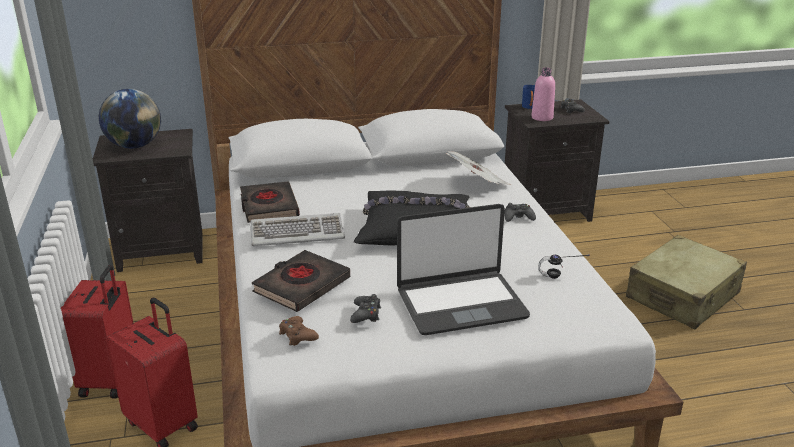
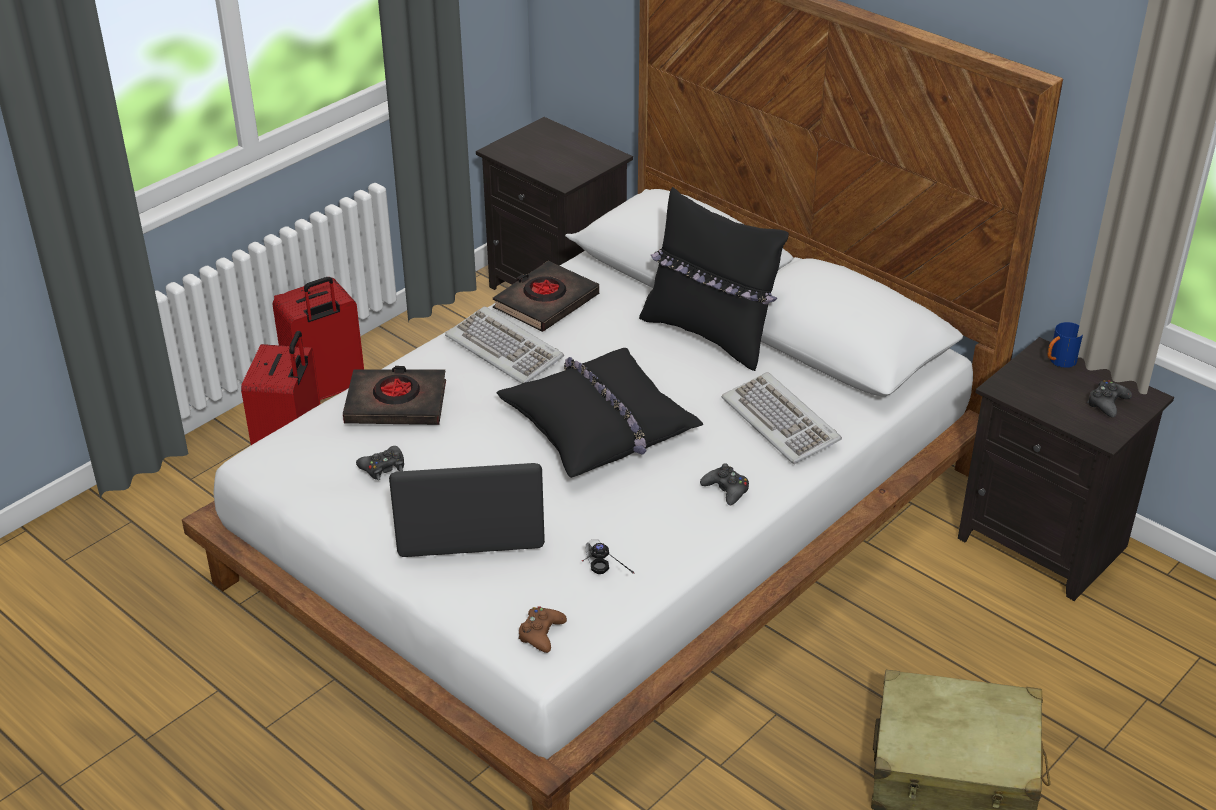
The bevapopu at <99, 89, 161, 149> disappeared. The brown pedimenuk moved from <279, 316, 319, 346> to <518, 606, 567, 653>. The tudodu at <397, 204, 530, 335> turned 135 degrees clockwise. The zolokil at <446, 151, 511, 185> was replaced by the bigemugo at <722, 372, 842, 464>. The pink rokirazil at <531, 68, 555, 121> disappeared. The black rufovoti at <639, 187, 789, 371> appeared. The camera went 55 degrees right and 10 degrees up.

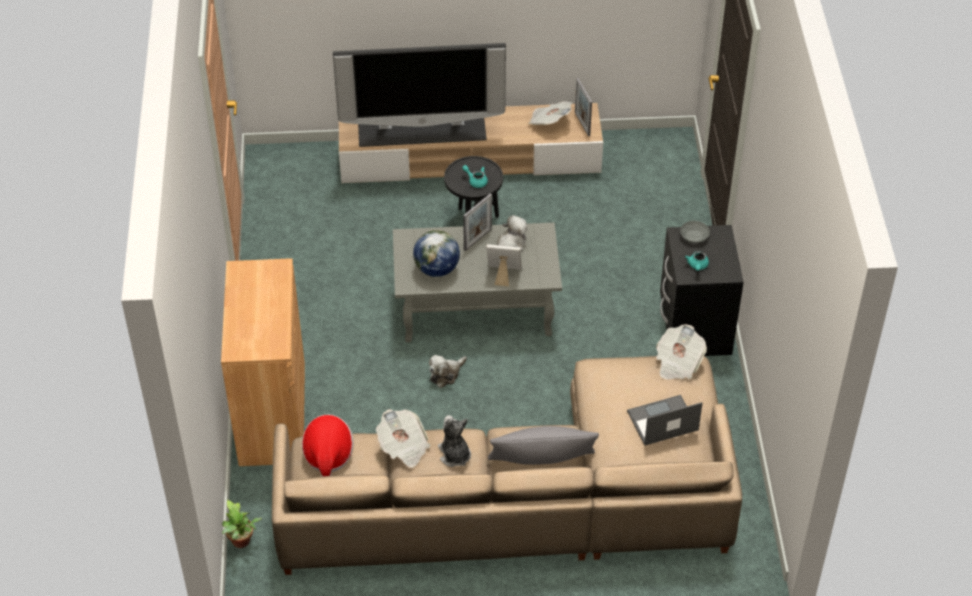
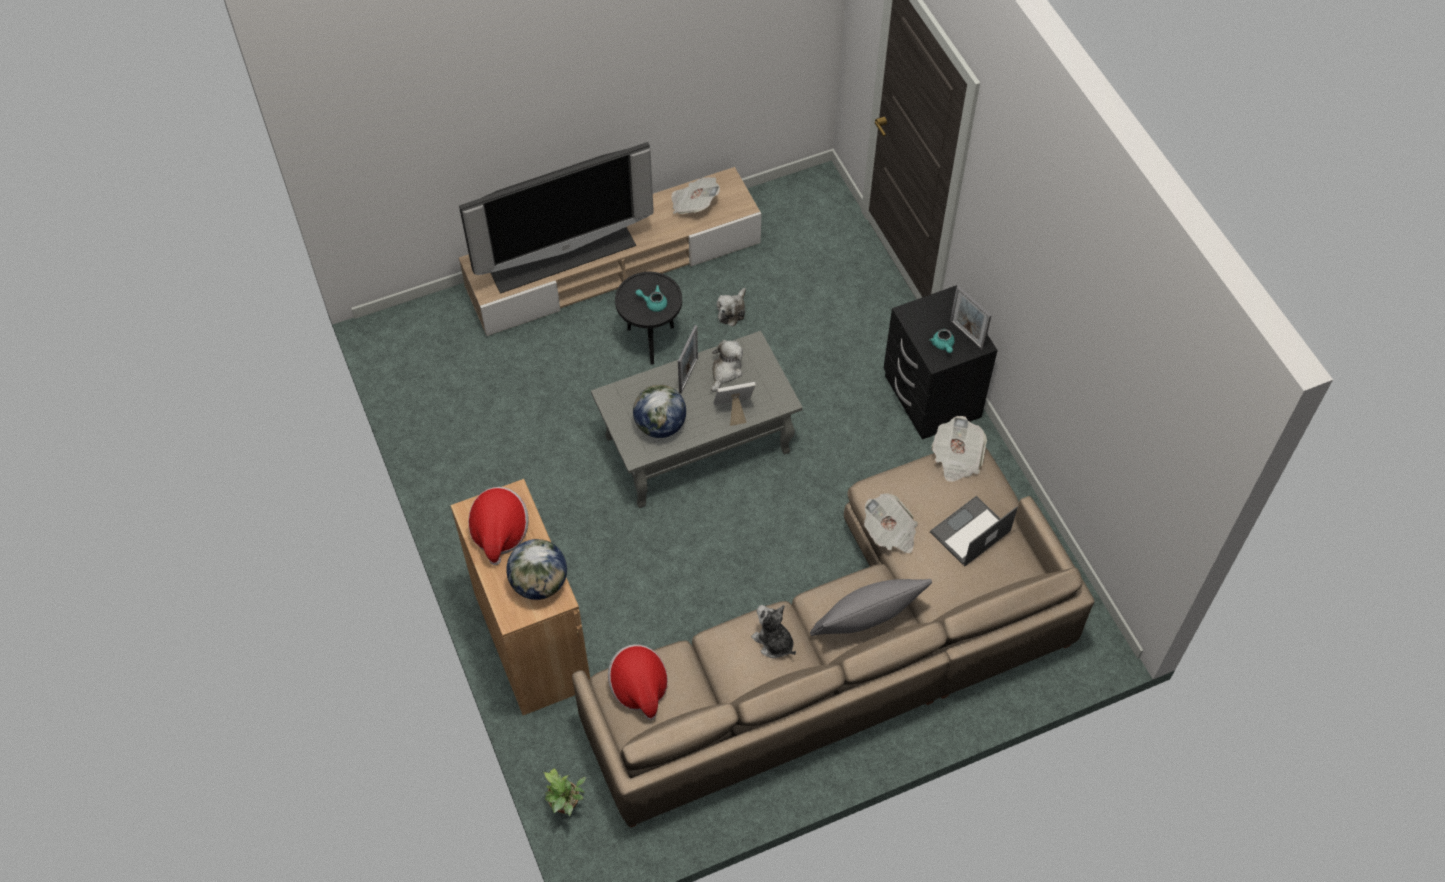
The zolokil moved from <376, 409, 431, 468> to <864, 493, 918, 554>. The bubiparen moved from <429, 355, 467, 388> to <717, 288, 746, 327>. The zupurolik moved from <575, 78, 592, 136> to <950, 286, 991, 350>. The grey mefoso at <680, 221, 710, 243> disappeared. The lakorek at <468, 487, 529, 565> appeared. The bevapopu at <506, 539, 567, 600> appeared. The camera went 20 degrees left and 10 degrees up.

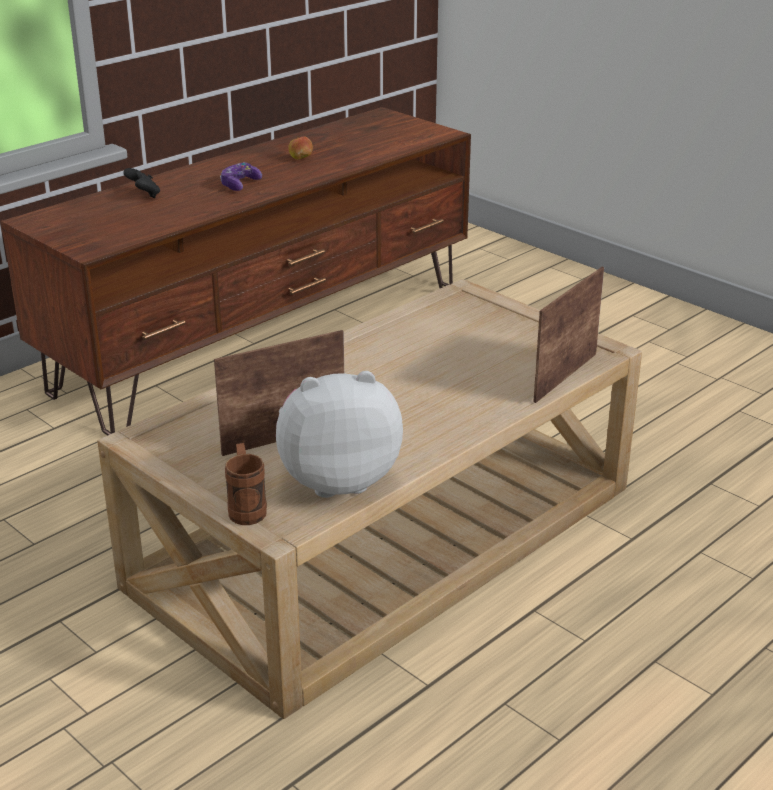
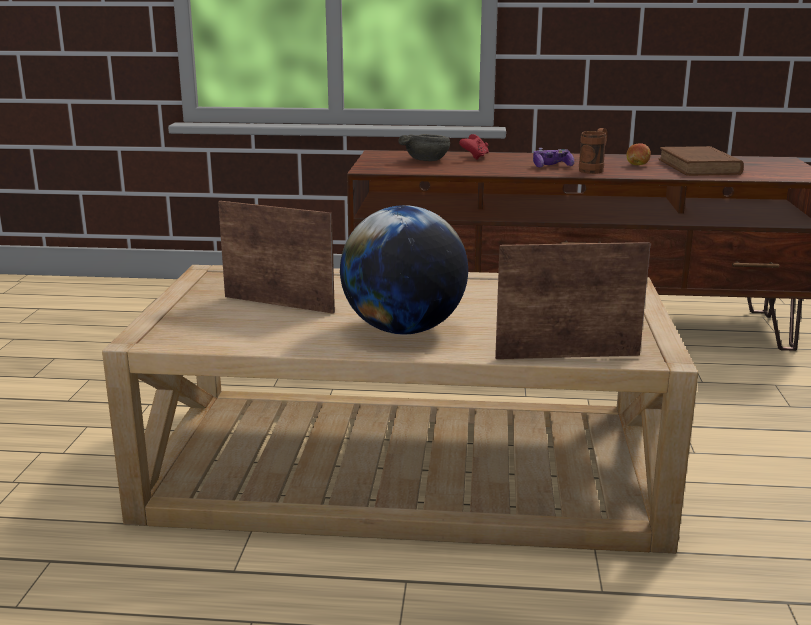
The black pedimenuk at <123, 168, 160, 198> became the red pedimenuk at <459, 134, 489, 160>. The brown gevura moved from <225, 443, 267, 525> to <579, 128, 608, 174>. The bubiparen at <276, 371, 403, 498> disappeared. The bevapopu at <340, 205, 468, 334> appeared. The grey mefoso at <398, 134, 450, 161> appeared. The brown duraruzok at <659, 146, 744, 176> appeared. The camera went 50 degrees right and 10 degrees down.

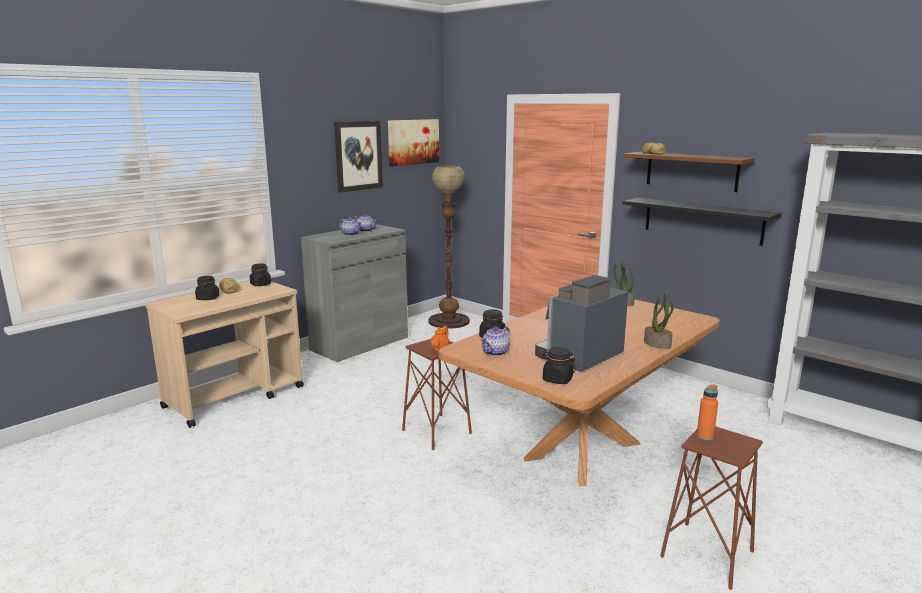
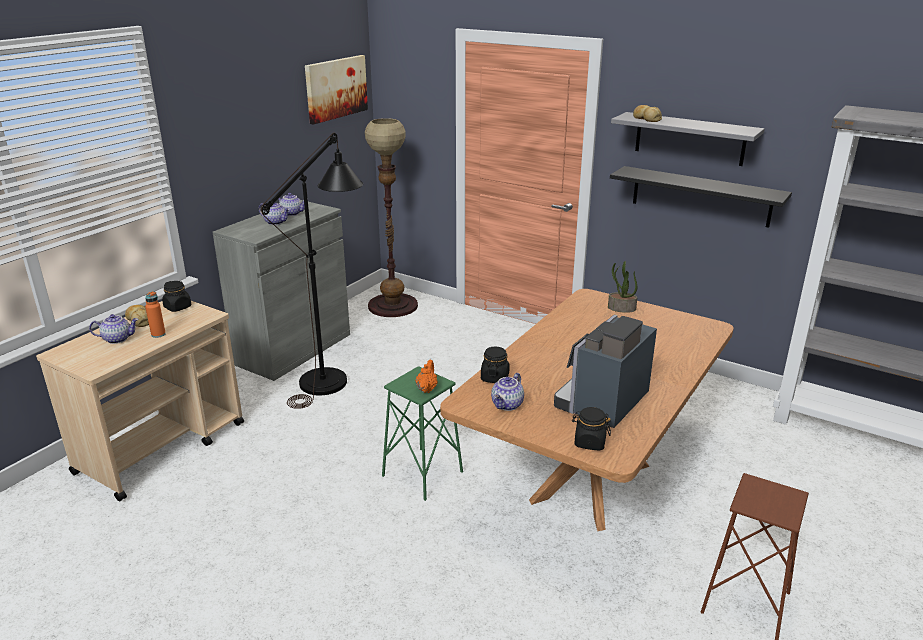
The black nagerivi at <195, 276, 220, 300> was replaced by the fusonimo at <89, 314, 139, 344>. The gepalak at <334, 121, 383, 193> disappeared. The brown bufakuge at <402, 339, 472, 450> became the green bufakuge at <382, 366, 463, 501>. The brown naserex at <623, 152, 755, 192> became the grey naserex at <611, 112, 765, 166>. The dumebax at <644, 294, 673, 349> disappeared. The orange rokirazil moved from <697, 384, 718, 440> to <145, 291, 166, 338>. The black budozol at <261, 133, 363, 409> appeared. The camera went 10 degrees left and 10 degrees up.

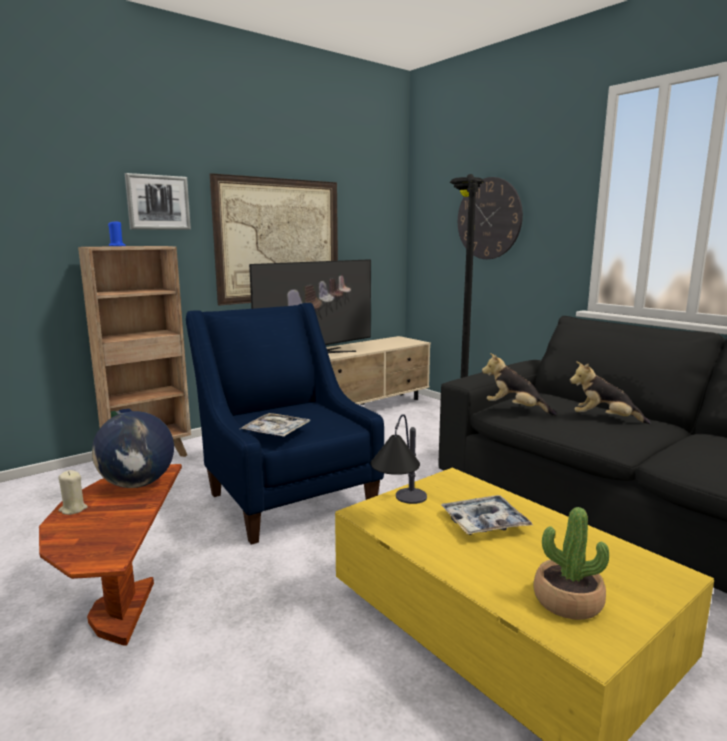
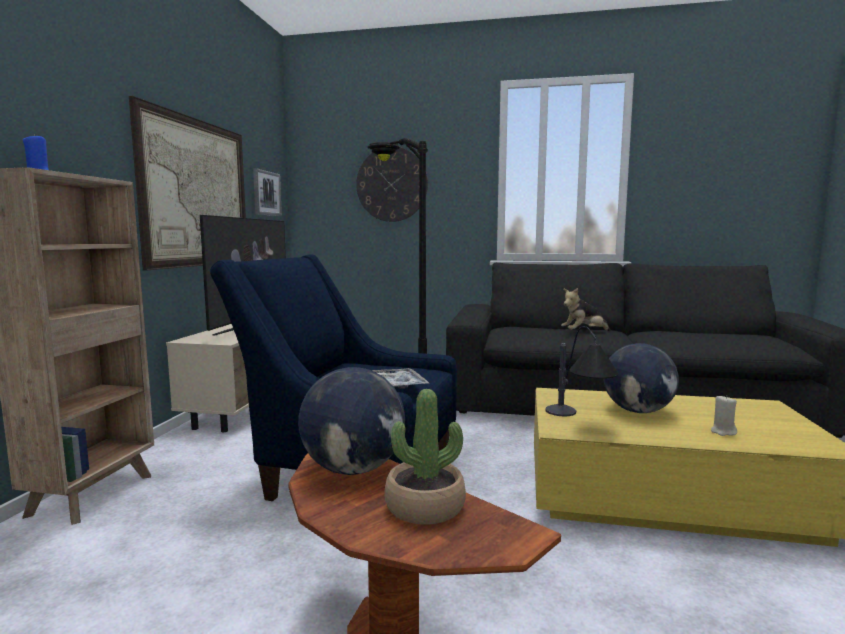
The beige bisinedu moved from <58, 470, 88, 515> to <711, 395, 737, 436>. The gepalak moved from <125, 173, 191, 230> to <253, 168, 282, 216>. The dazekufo at <441, 495, 533, 535> was replaced by the bevapopu at <604, 343, 679, 413>. The bubiparen at <482, 353, 556, 416> disappeared. The dumebax moved from <533, 507, 609, 620> to <384, 389, 466, 525>. The camera went 40 degrees left and 5 degrees down.

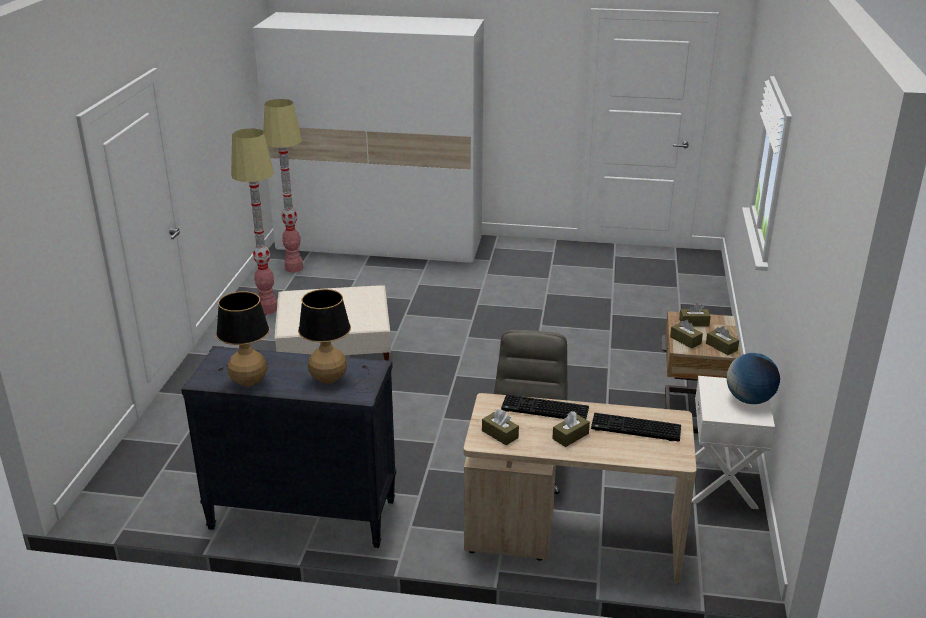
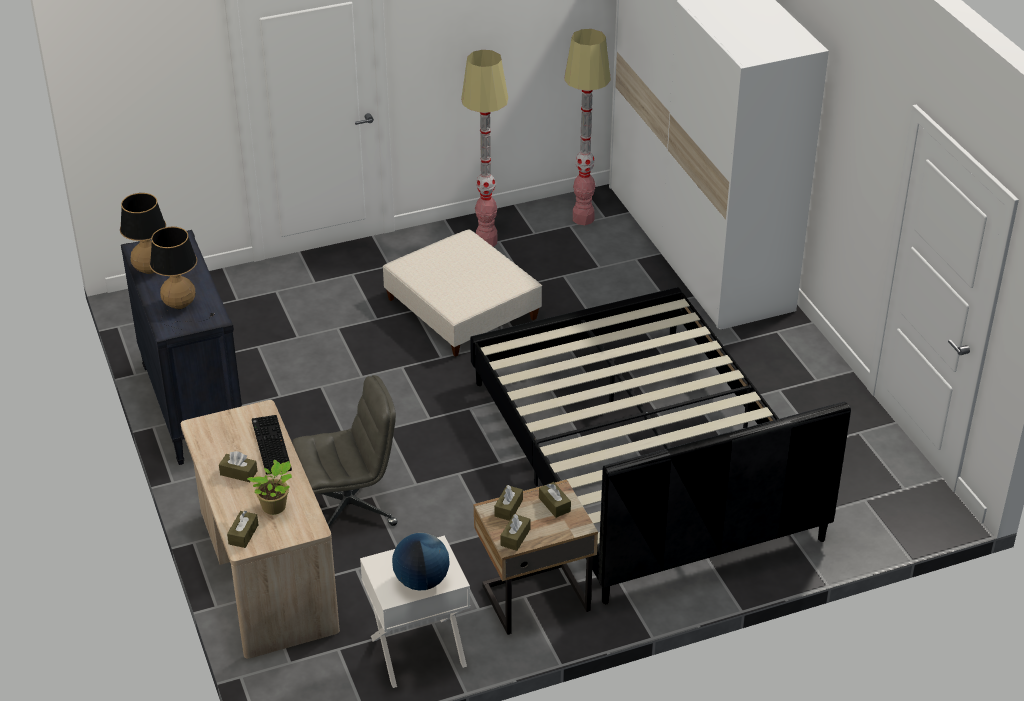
The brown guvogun moved from <482, 409, 519, 445> to <227, 511, 259, 548>. The bigemugo at <591, 413, 681, 442> was replaced by the dumebax at <247, 460, 292, 515>. The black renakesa at <470, 287, 851, 604> appeared. The camera went 60 degrees right and 10 degrees up.

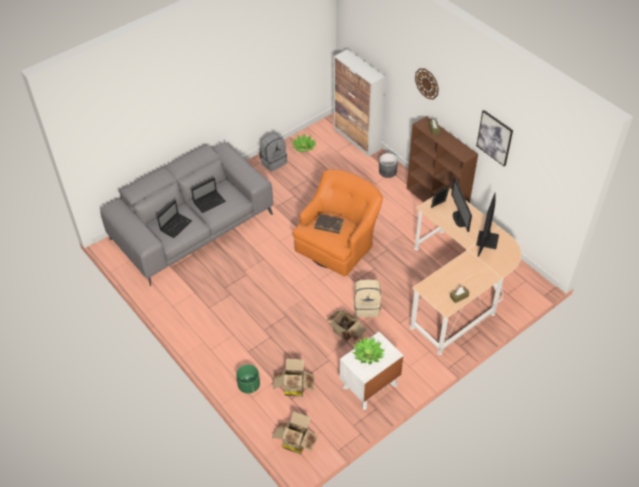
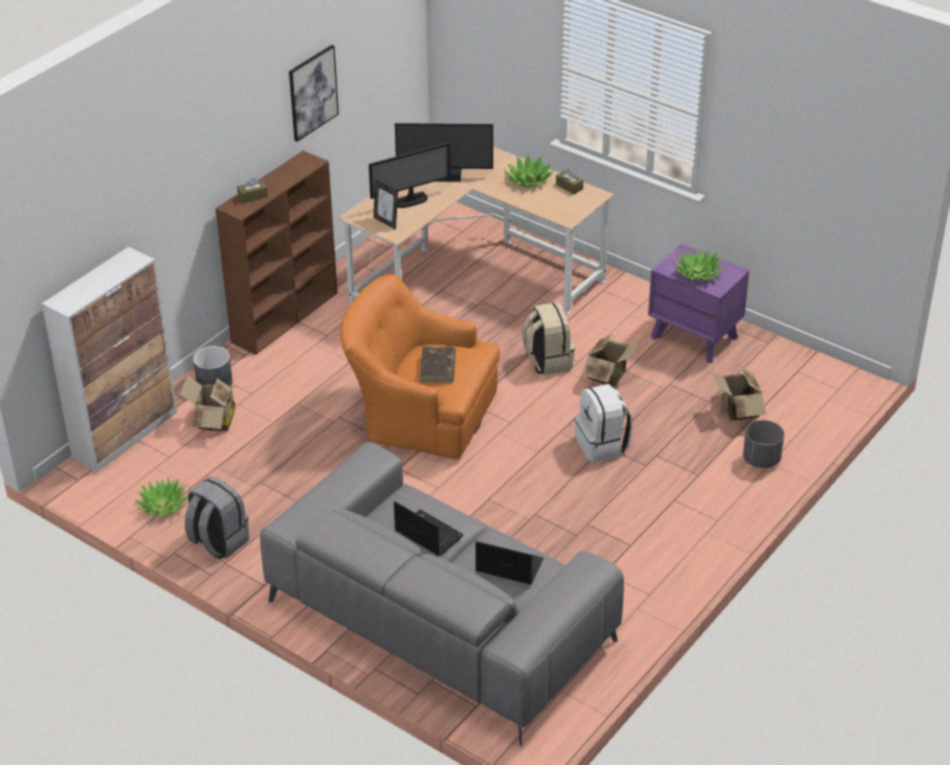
The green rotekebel at <236, 364, 260, 393> became the grey rotekebel at <743, 420, 784, 468>. The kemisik moved from <272, 411, 318, 455> to <180, 376, 237, 431>. The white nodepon at <340, 332, 404, 410> became the purple nodepon at <648, 243, 749, 363>. The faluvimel at <415, 68, 439, 99> disappeared. The dumebax at <504, 153, 554, 187> appeared. The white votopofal at <575, 384, 633, 462> appeared. The camera went 105 degrees left and 10 degrees down.

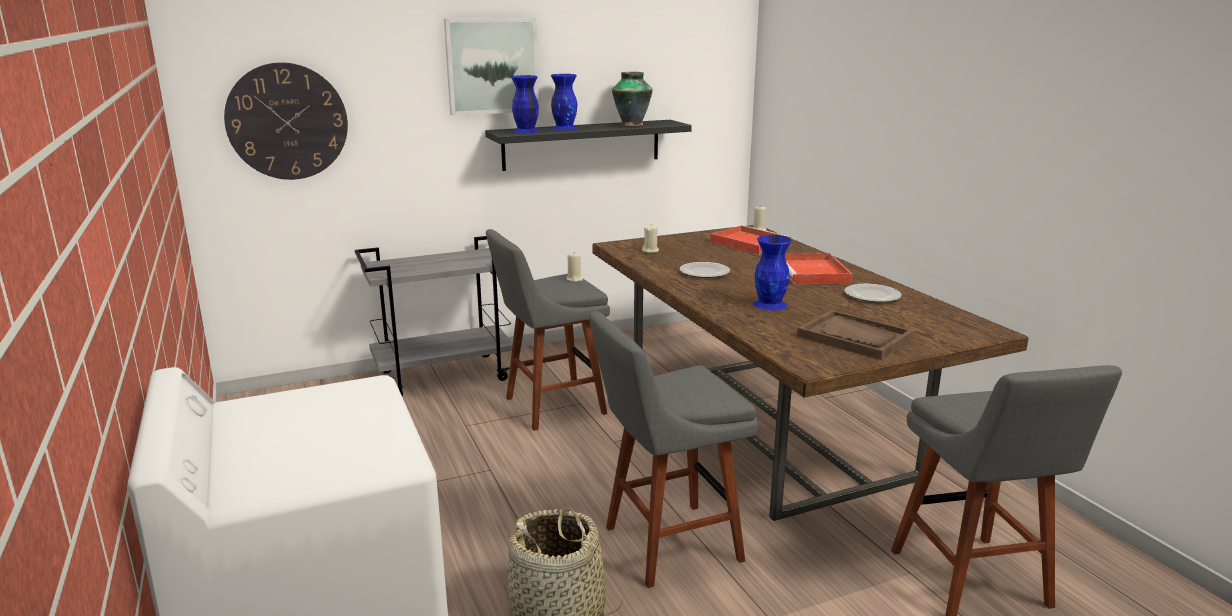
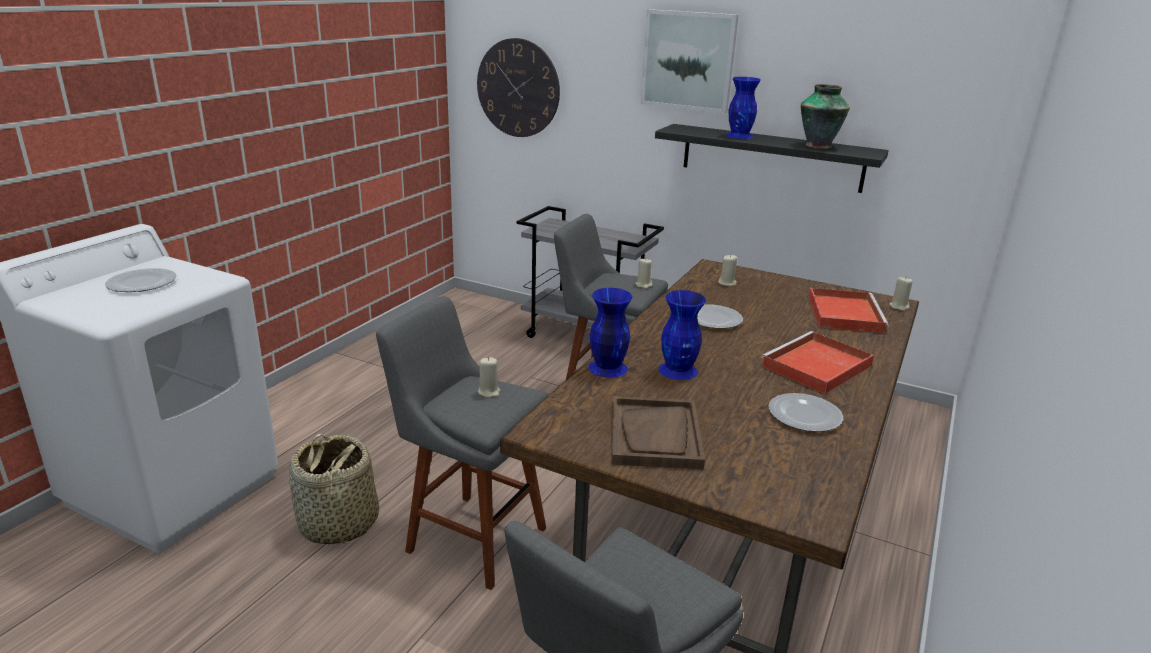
The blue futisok moved from <511, 75, 539, 133> to <589, 288, 632, 378>. The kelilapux at <105, 268, 177, 292> appeared. The beige bisinedu at <478, 357, 500, 398> appeared. The camera went 50 degrees right and 5 degrees up.

